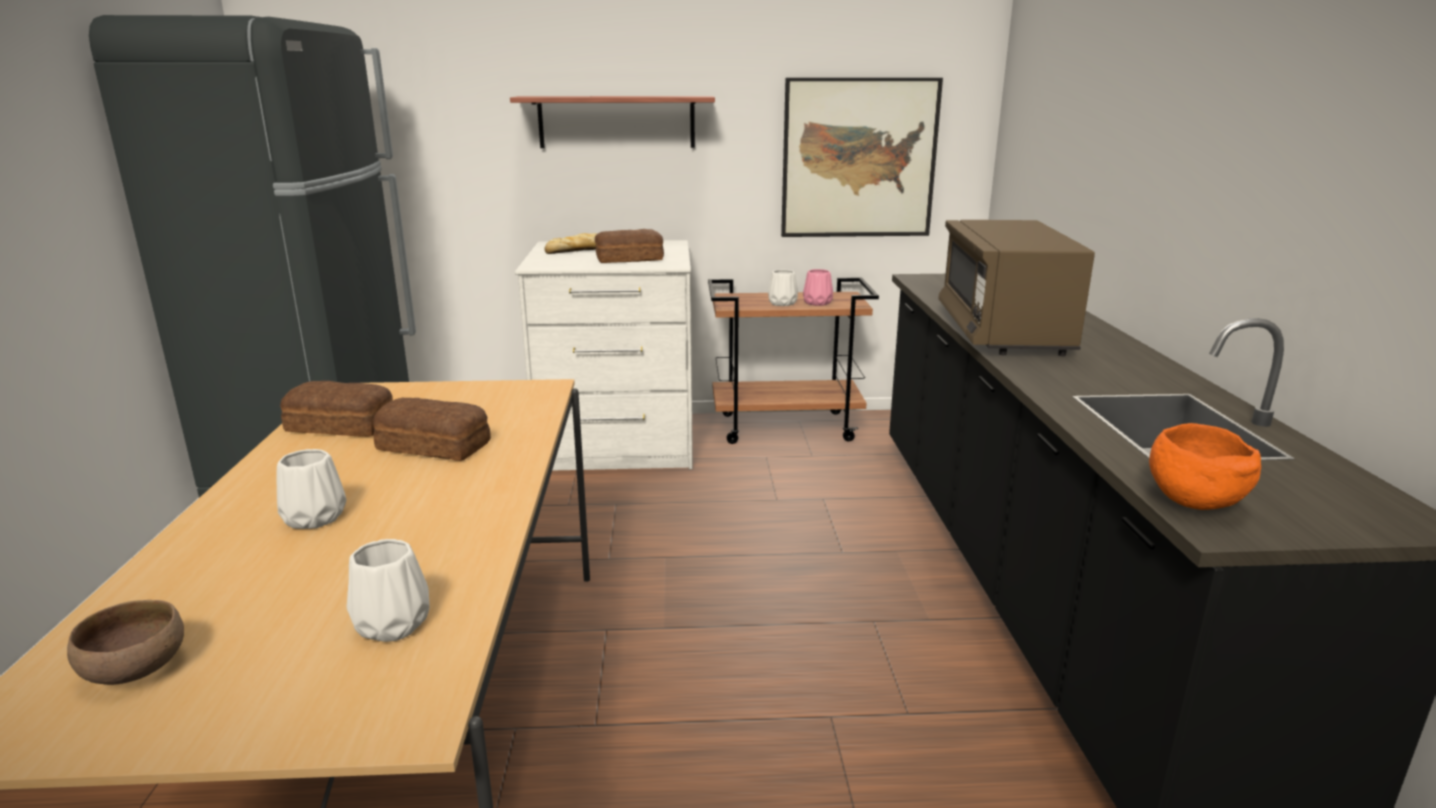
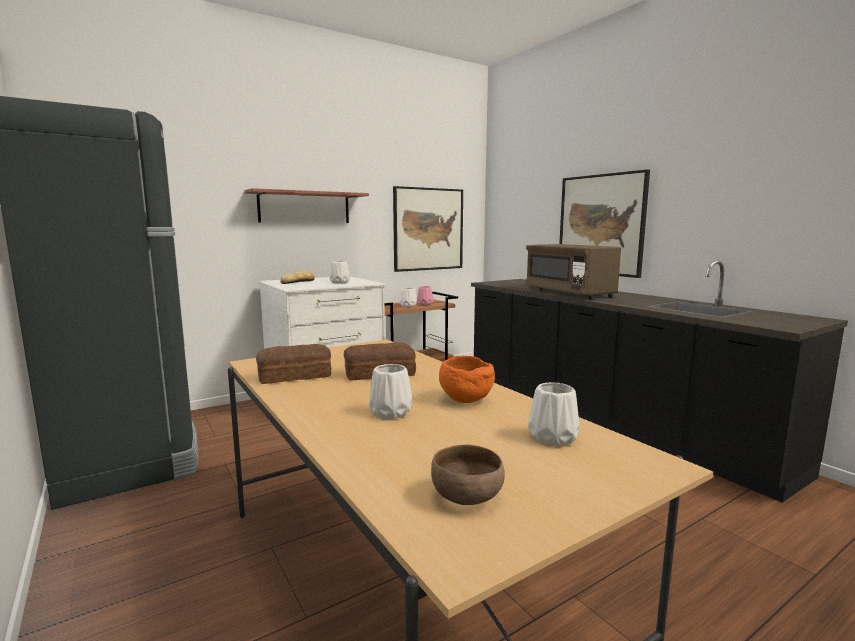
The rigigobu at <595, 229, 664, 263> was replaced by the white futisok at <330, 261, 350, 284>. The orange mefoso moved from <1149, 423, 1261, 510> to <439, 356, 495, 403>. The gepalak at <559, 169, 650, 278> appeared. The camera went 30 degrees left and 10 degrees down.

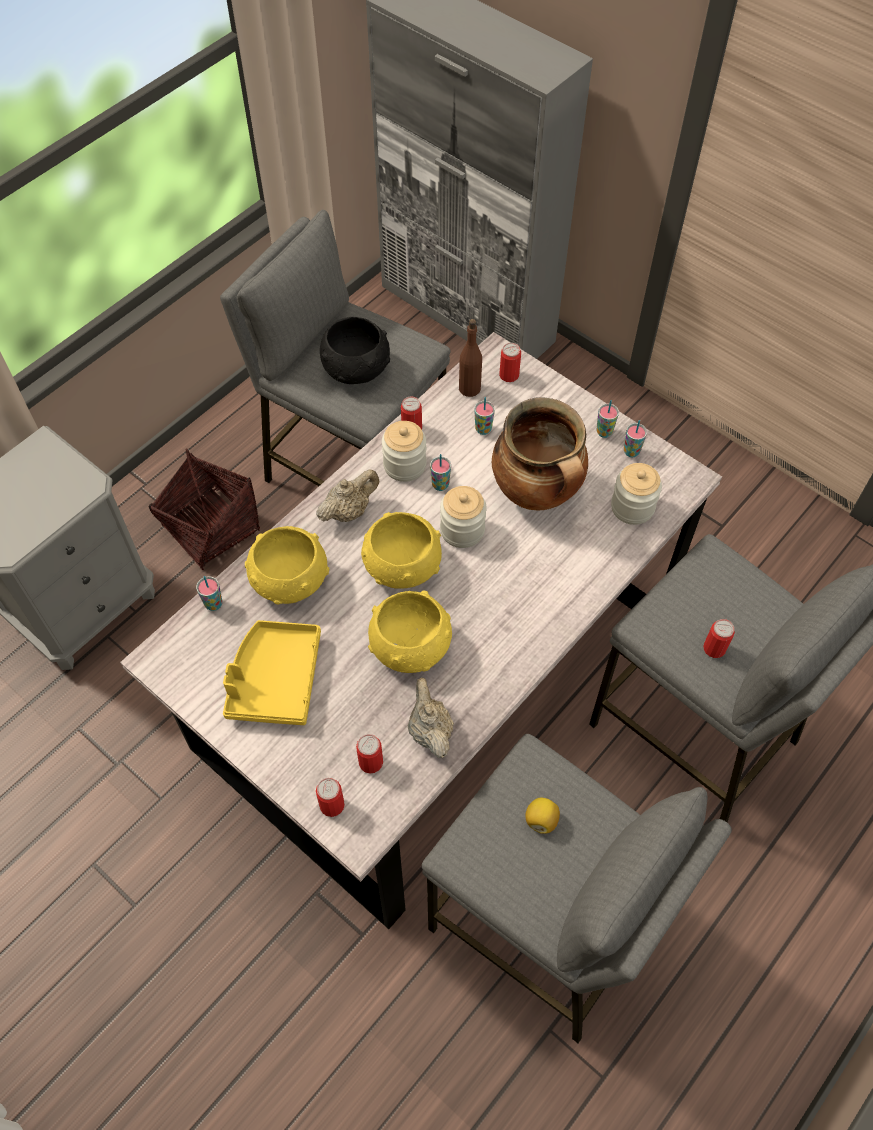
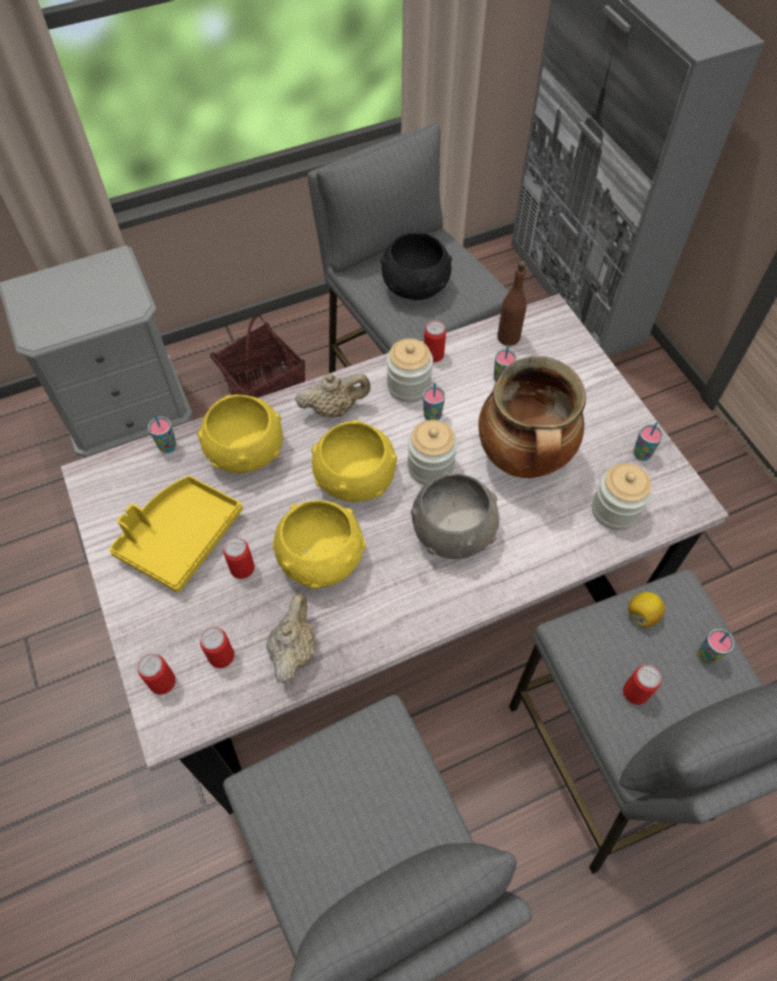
The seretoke moved from <499, 343, 521, 382> to <223, 537, 255, 579>. The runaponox moved from <525, 797, 560, 834> to <628, 592, 665, 627>. The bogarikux moved from <597, 400, 619, 438> to <698, 629, 734, 664>. The grey mefoso at <411, 471, 499, 559> appeared. The camera went 25 degrees right and 0 degrees up.

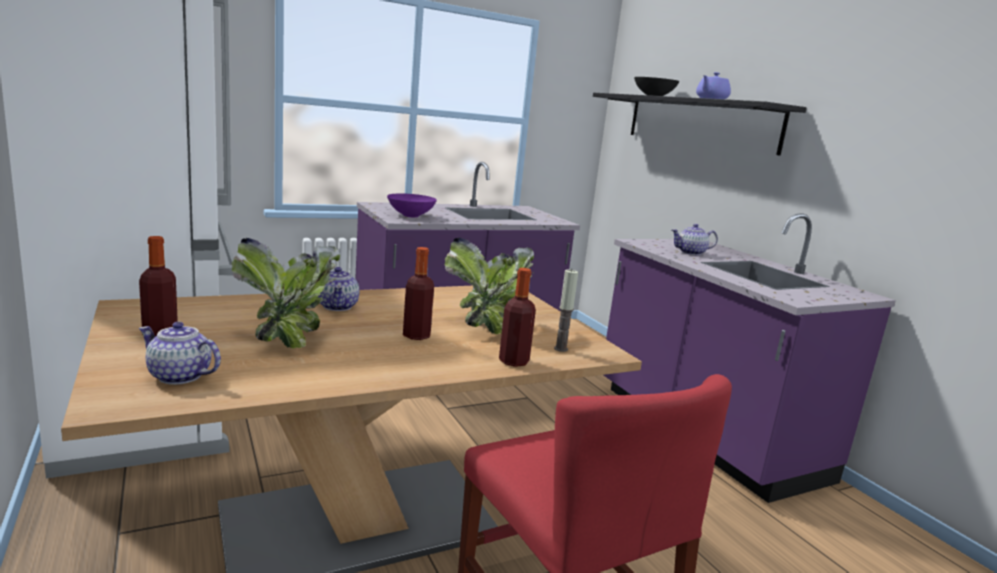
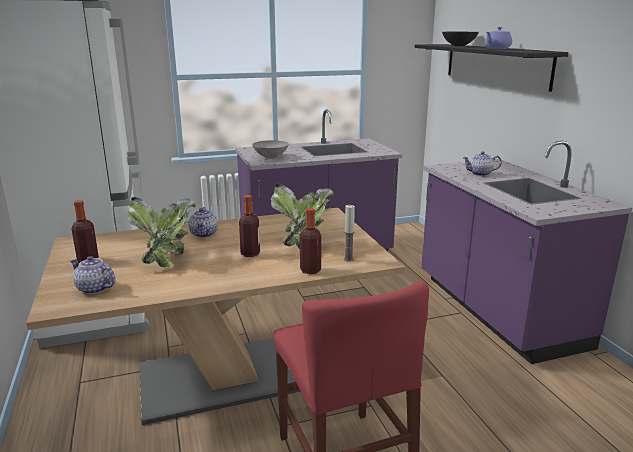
The purple mefoso at <387, 193, 437, 217> became the grey mefoso at <252, 140, 289, 159>. The camera went 10 degrees right and 5 degrees up.

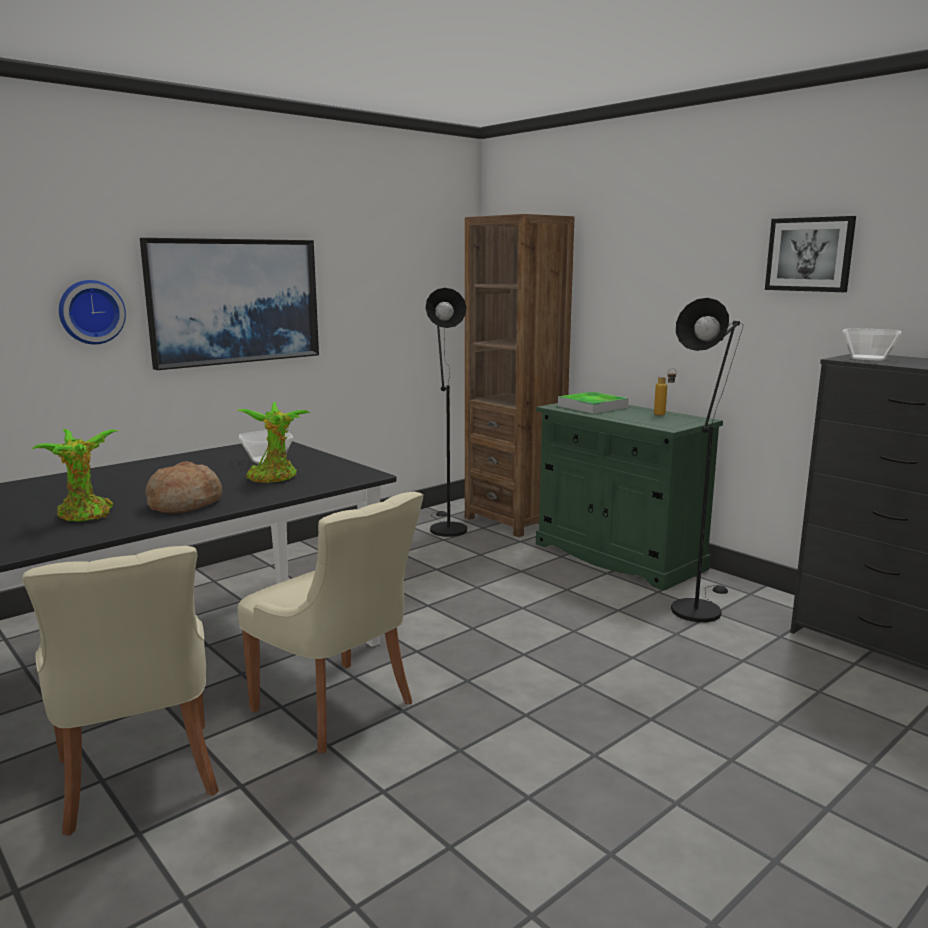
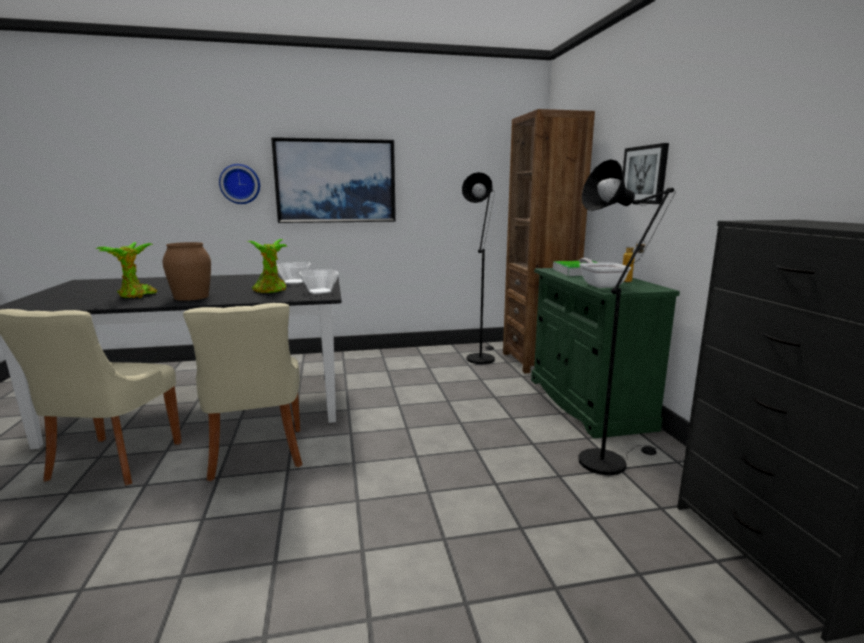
The rigigobu at <145, 461, 222, 514> was replaced by the brown futisok at <163, 242, 211, 301>. The gepalak moved from <765, 216, 856, 292> to <623, 143, 669, 204>. The mefoso moved from <842, 328, 902, 361> to <299, 269, 339, 294>. The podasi at <579, 258, 631, 288> appeared. The camera went 30 degrees right and 0 degrees up.

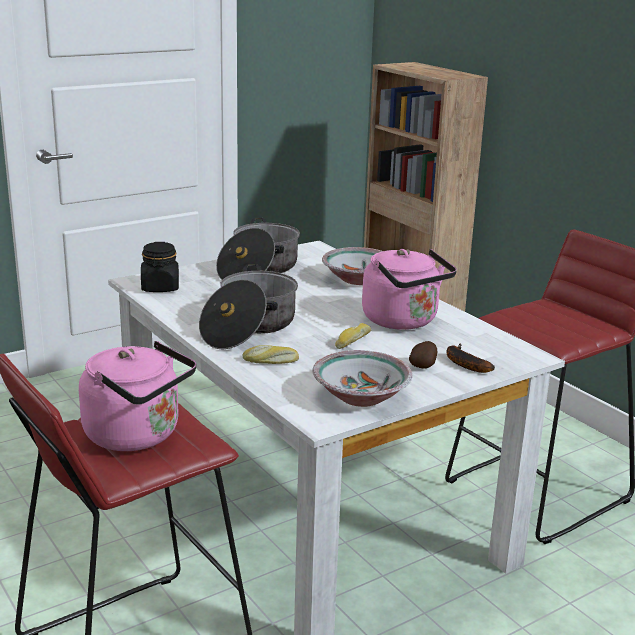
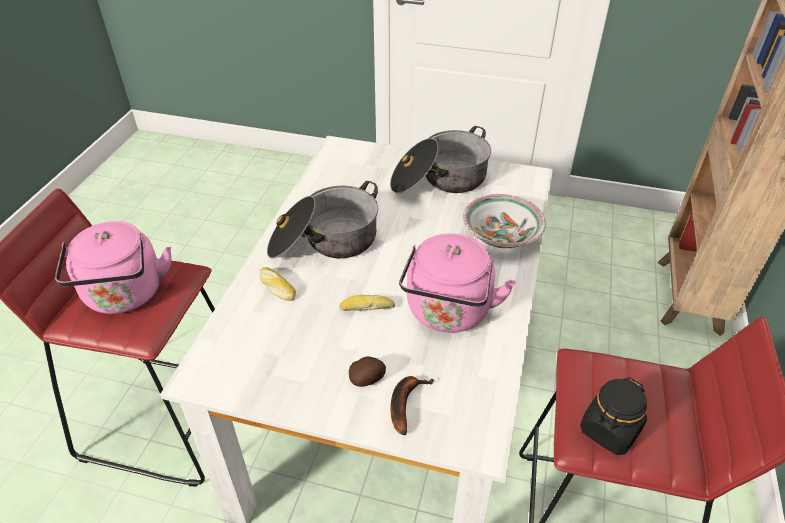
The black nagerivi moved from <141, 242, 179, 292> to <580, 377, 647, 455>. The mefoso at <312, 350, 413, 407> disappeared. The camera went 50 degrees right and 20 degrees up.

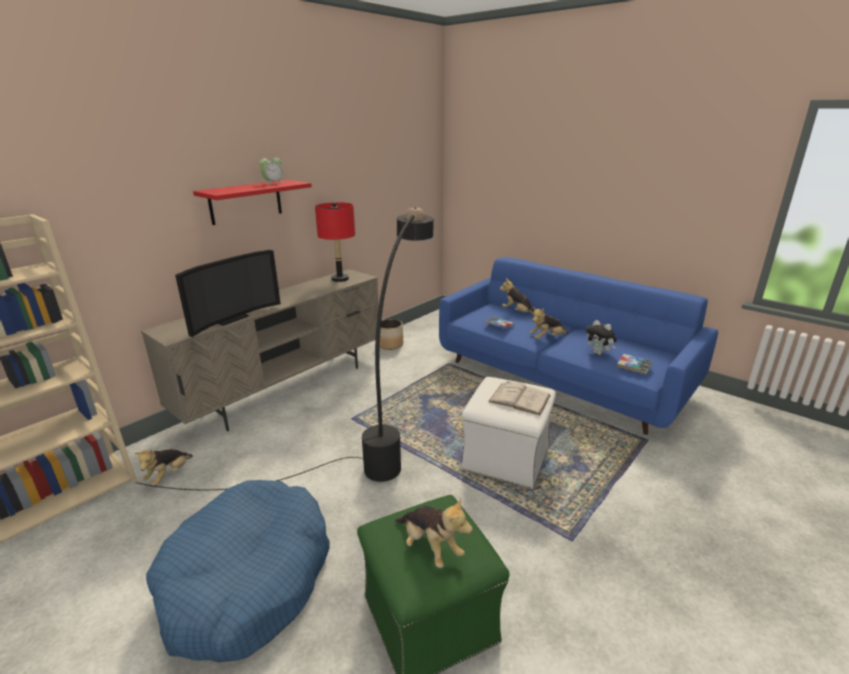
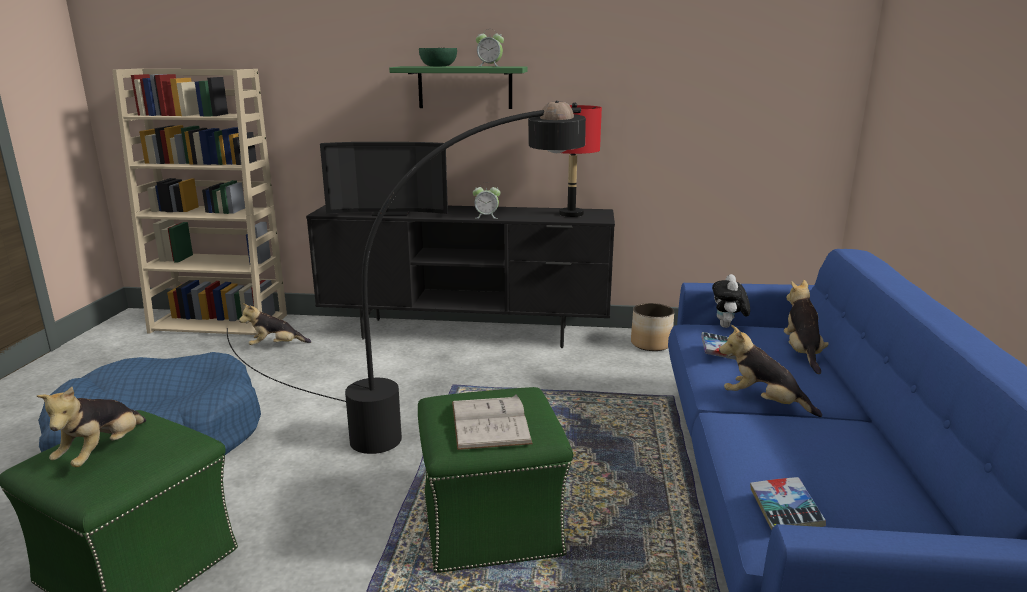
The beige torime at <141, 269, 379, 431> became the black torime at <306, 205, 615, 348>. The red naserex at <193, 180, 312, 225> became the green naserex at <389, 66, 528, 109>. The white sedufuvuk at <461, 377, 556, 489> became the green sedufuvuk at <418, 387, 573, 573>. The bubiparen moved from <586, 320, 617, 355> to <712, 274, 750, 328>. The green mefoso at <419, 48, 457, 67> appeared. The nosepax at <473, 182, 501, 219> appeared. The camera went 55 degrees right and 5 degrees down.

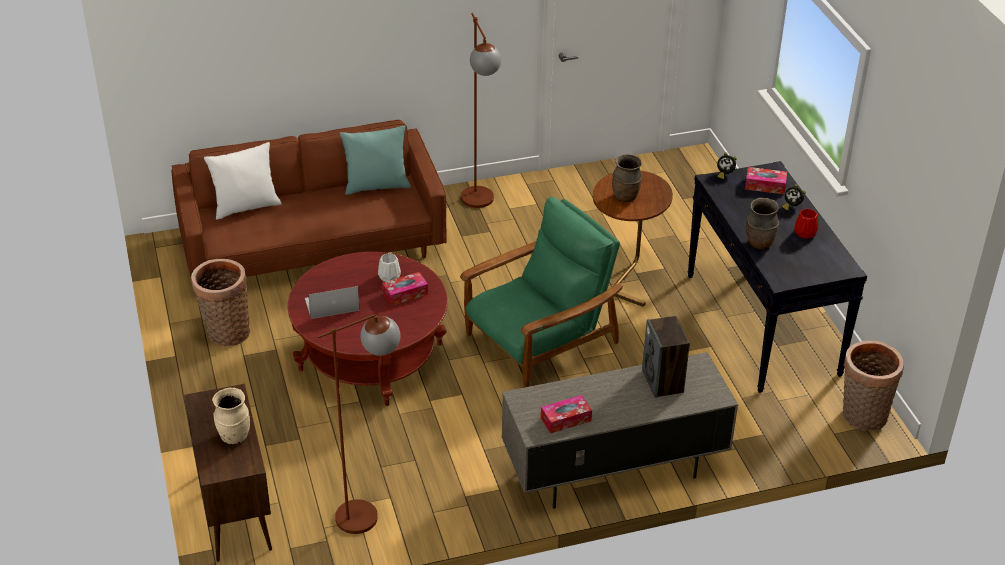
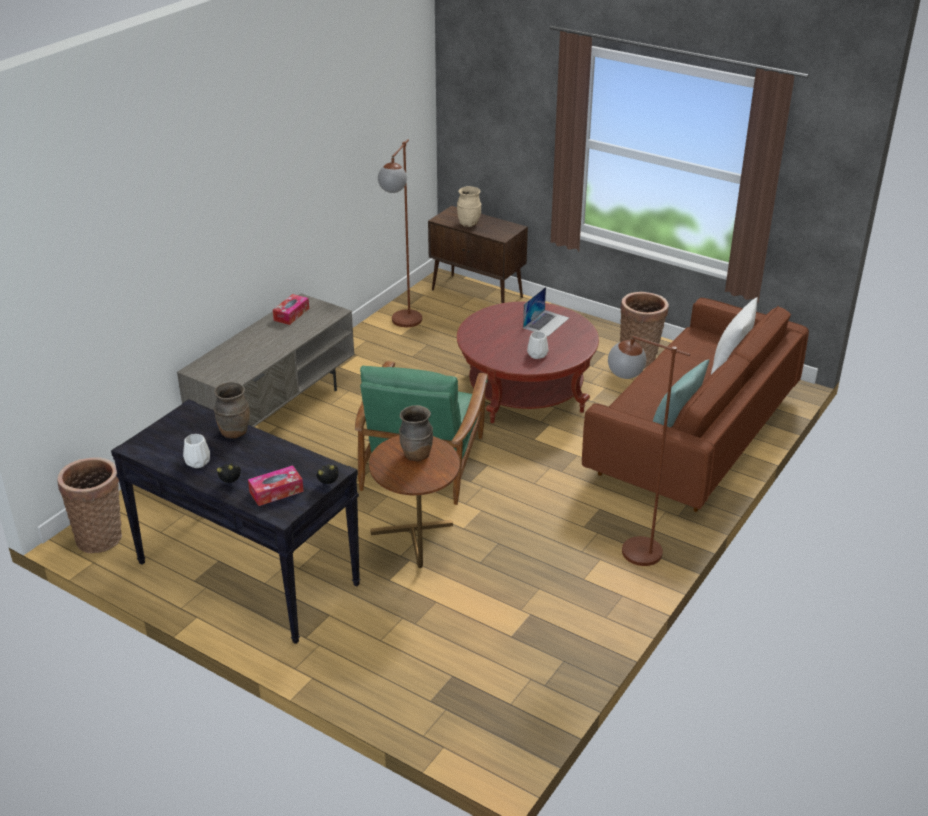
The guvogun at <382, 272, 428, 306> disappeared. The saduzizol at <642, 316, 690, 398> disappeared. The red futisok at <794, 209, 818, 239> became the white futisok at <183, 434, 210, 468>. The camera went 140 degrees right and 5 degrees down.

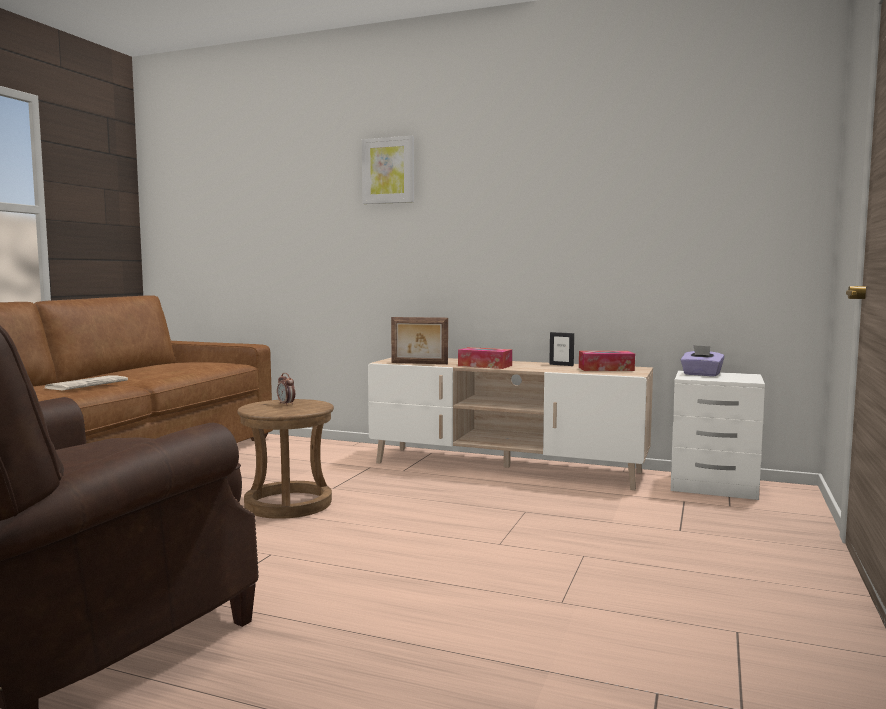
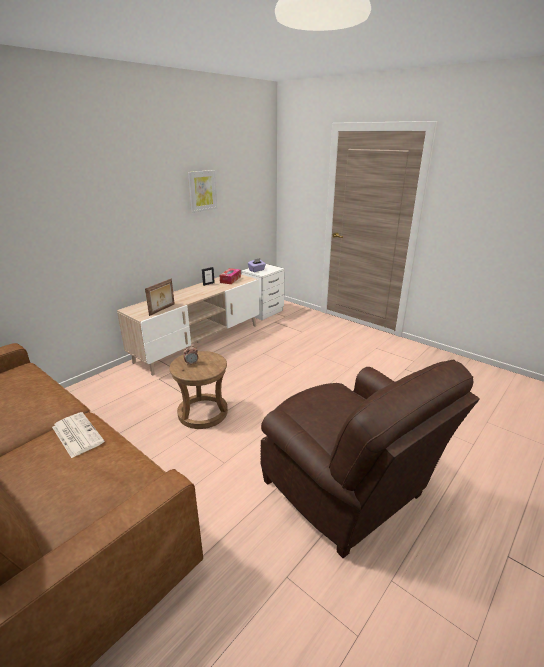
The gepalak moved from <362, 136, 414, 204> to <188, 170, 217, 213>. The guvogun at <458, 347, 512, 369> disappeared. The camera went 70 degrees left and 20 degrees up.

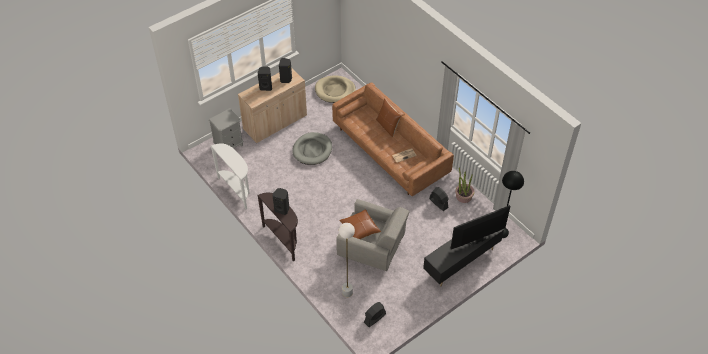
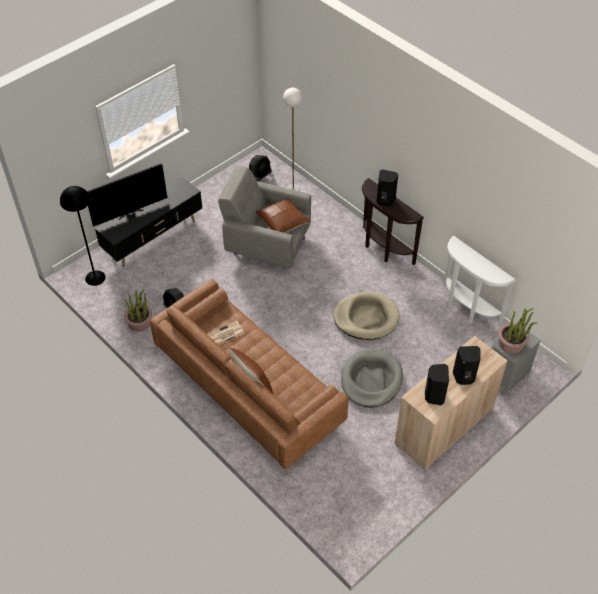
The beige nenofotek moved from <315, 76, 356, 103> to <334, 292, 400, 340>. The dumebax at <498, 308, 537, 354> appeared. The camera went 175 degrees right and 0 degrees up.

